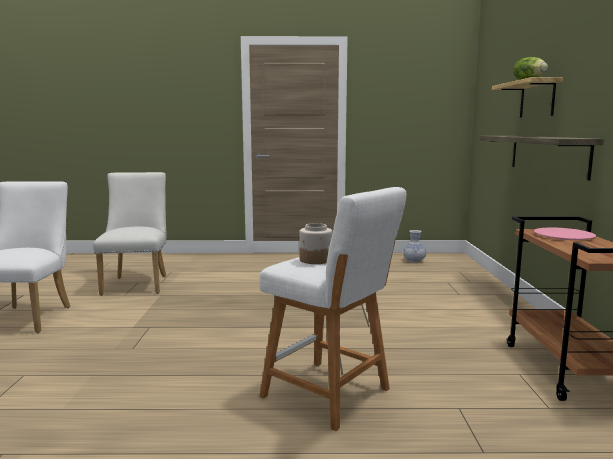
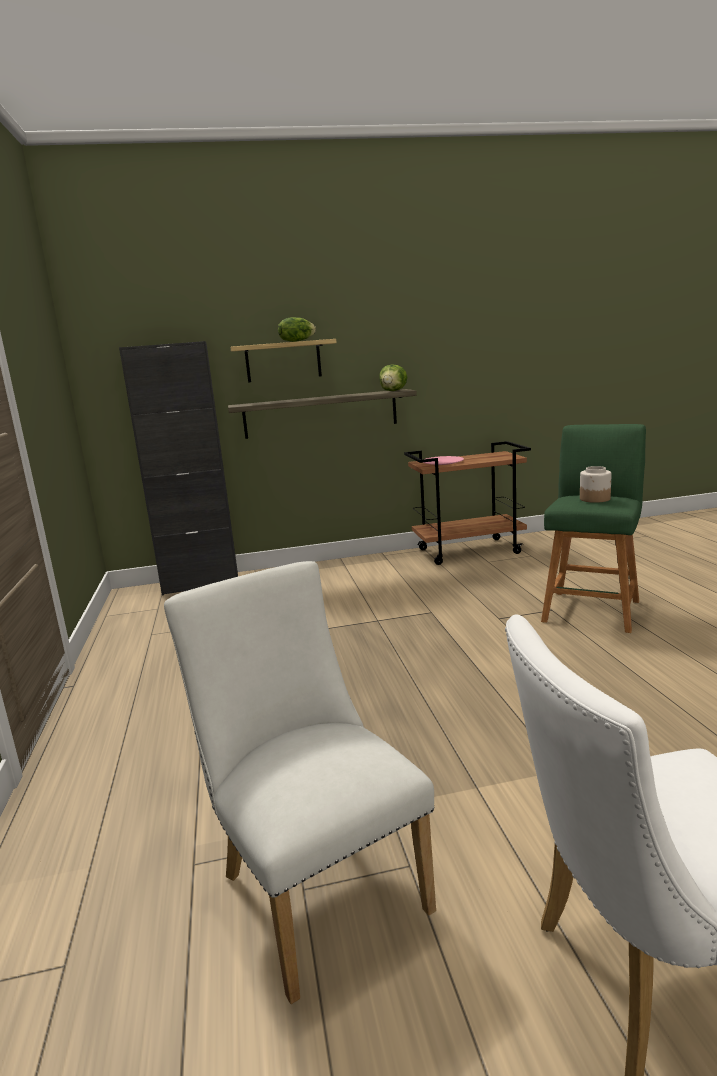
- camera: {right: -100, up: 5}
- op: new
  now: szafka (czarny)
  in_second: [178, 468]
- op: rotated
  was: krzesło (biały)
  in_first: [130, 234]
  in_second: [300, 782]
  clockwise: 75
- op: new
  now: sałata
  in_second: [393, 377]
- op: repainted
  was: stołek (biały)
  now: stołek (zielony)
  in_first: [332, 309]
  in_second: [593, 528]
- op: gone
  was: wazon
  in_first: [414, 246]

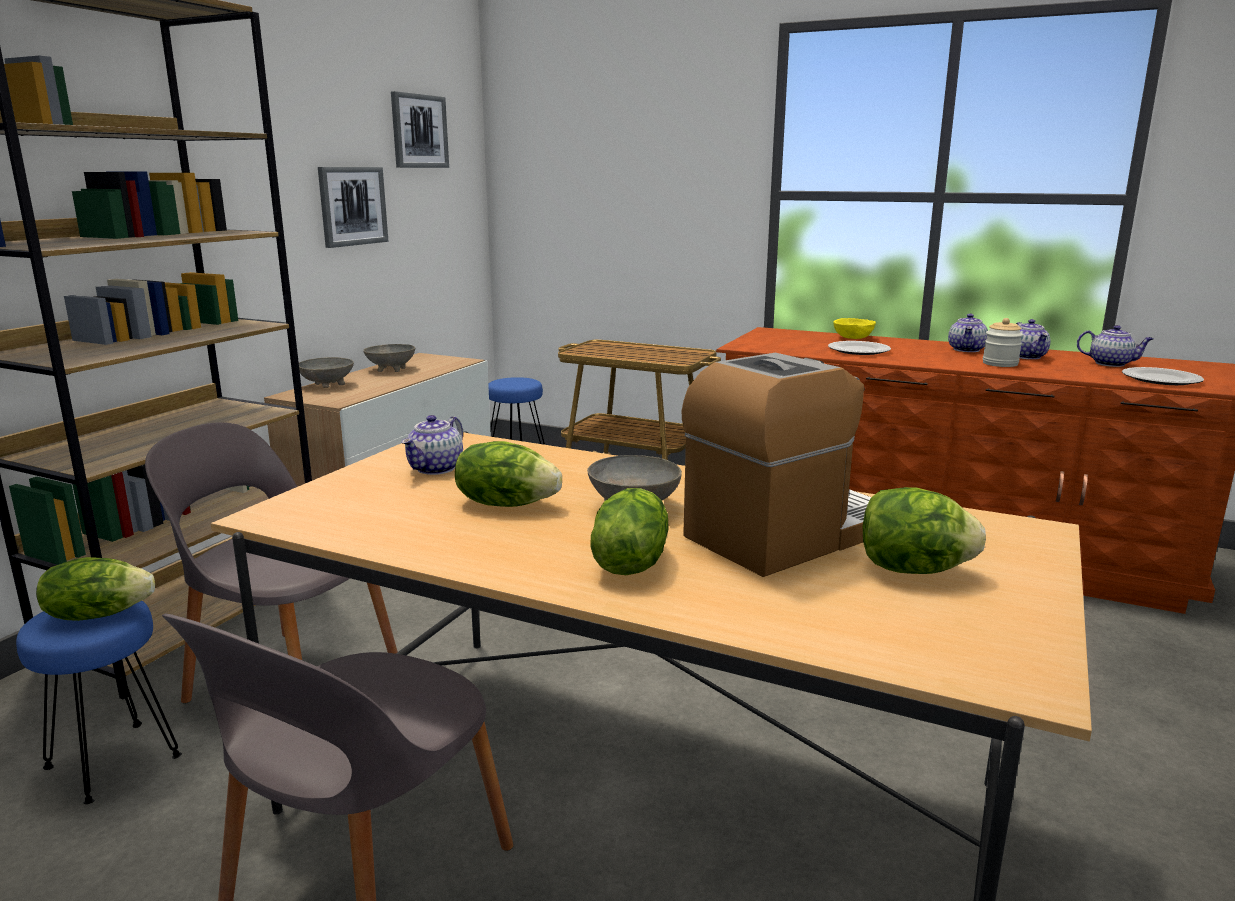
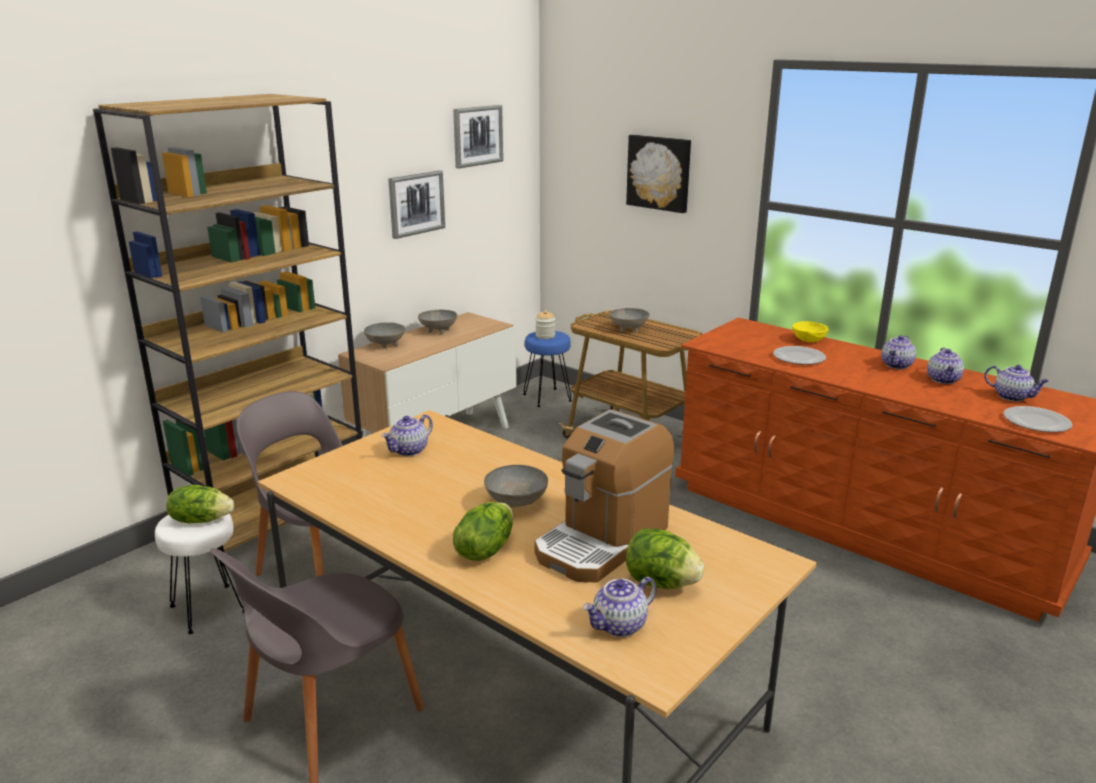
- camera: {right: 15, up: 5}
- op: repainted
  was: stołek (niebieski)
  now: stołek (biały)
  in_first: [99, 702]
  in_second: [199, 574]
- op: shifted
  was: słoik
  in_first: [1003, 342]
  in_second: [545, 324]
- op: rotated
  was: ekspres do kawy
  in_first: [776, 465]
  in_second: [604, 496]
  clockwise: 150
- op: new
  now: imbryk
  in_second: [620, 607]
- op: new
  now: miska (szary)
  in_second: [630, 320]
- op: new
  now: obraz
  in_second: [658, 174]
- op: gone
  was: sałata
  in_first: [508, 474]

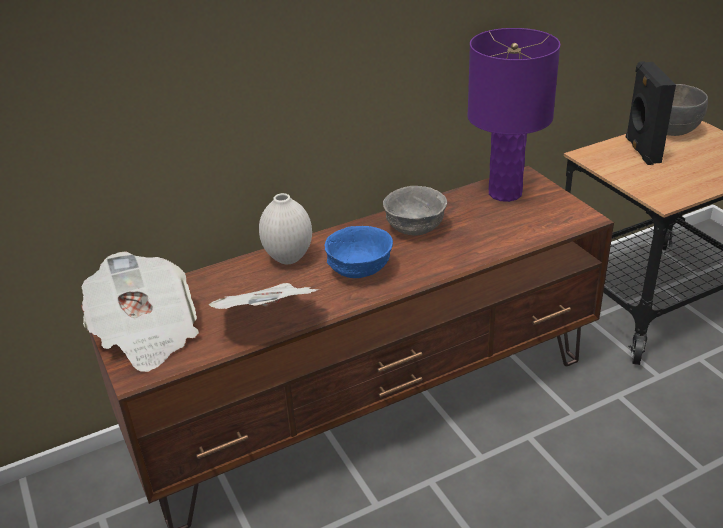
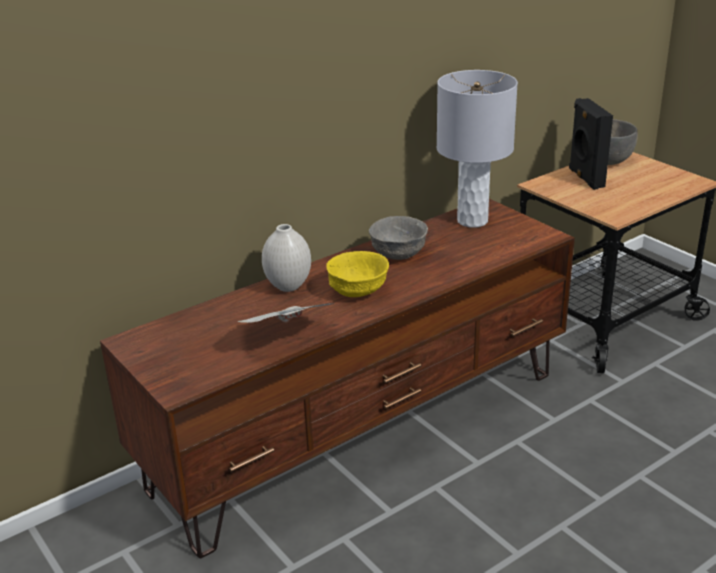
- camera: {right: -10, up: -5}
- op: repainted
  was: miska (niebieski)
  now: miska (żółty)
  in_first: [358, 252]
  in_second: [357, 274]
- op: repainted
  was: lampa stołowa (fioletowy)
  now: lampa stołowa (szary)
  in_first: [513, 115]
  in_second: [477, 149]
- op: gone
  was: gazeta
  in_first: [140, 312]

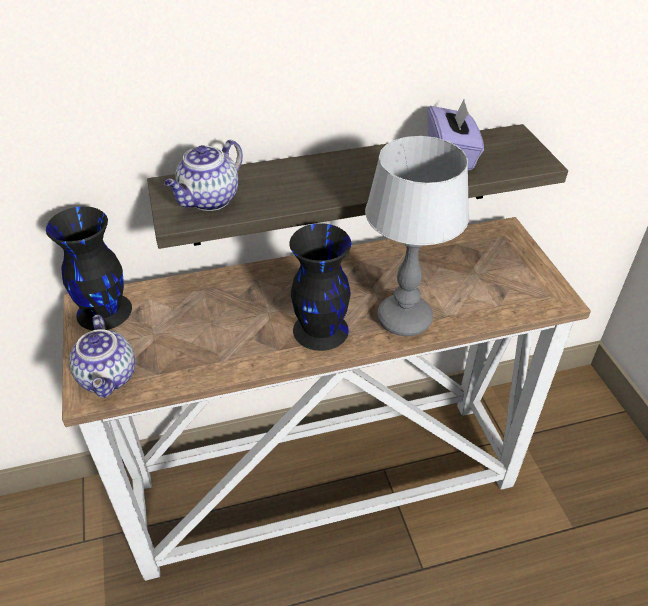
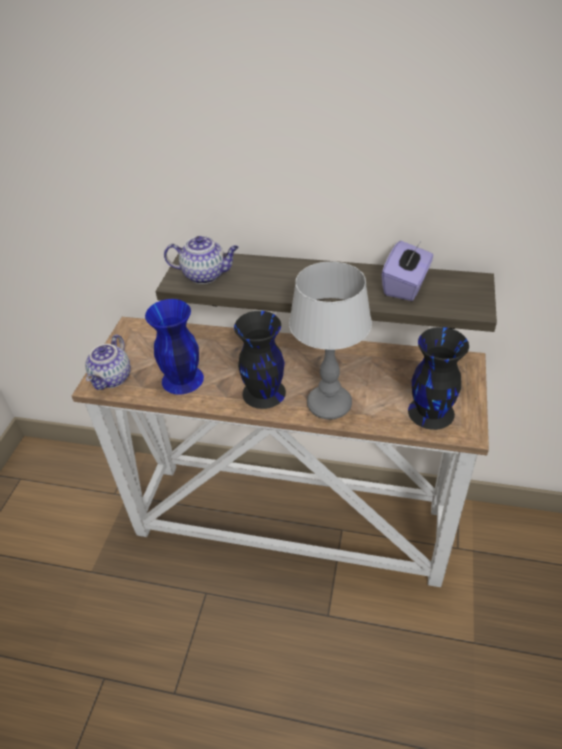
- camera: {right: 30, up: 0}
- op: new
  now: wazon (niebieski)
  in_second: [174, 347]
- op: rotated
  was: imbryk
  in_first: [203, 175]
  in_second: [201, 260]
  clockwise: -150
- op: shifted
  was: wazon (czarny)
  in_first: [89, 268]
  in_second: [438, 378]

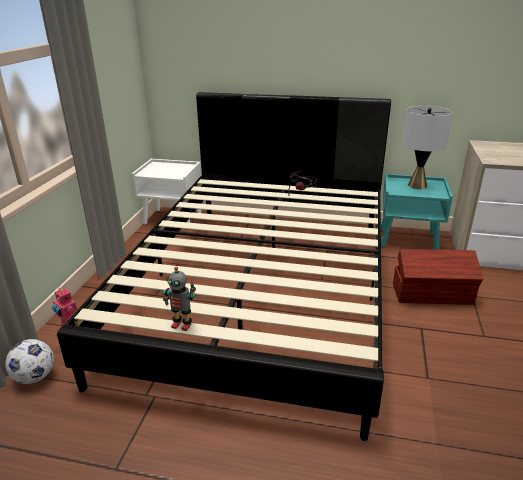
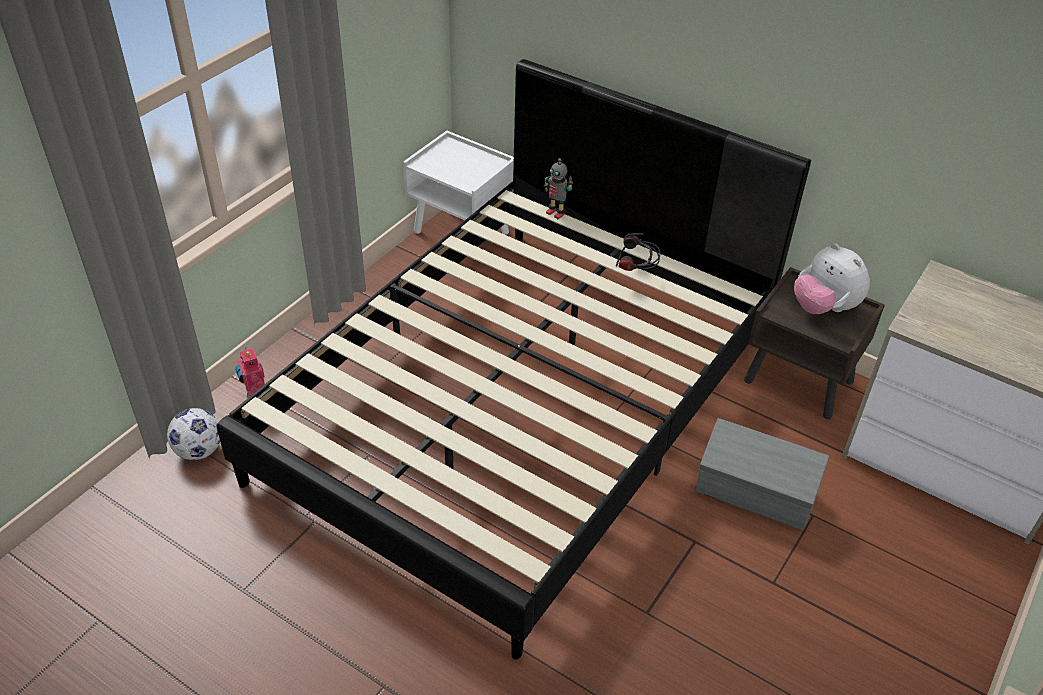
- camera: {right: 20, up: 15}
- op: shifted
  was: robot zabawkowy
  in_first: [179, 298]
  in_second: [558, 188]
- op: repainted
  was: pojemnik do przechowywania (brązowy)
  now: pojemnik do przechowywania (szary)
  in_first: [438, 277]
  in_second: [762, 474]
- op: repainted
  was: szafka nocna (turkusowy)
  now: szafka nocna (brązowy)
  in_first: [417, 212]
  in_second: [814, 343]
- op: swapped
  was: lampa stołowa (szary)
  now: pluszak
  in_first: [427, 147]
  in_second: [832, 278]

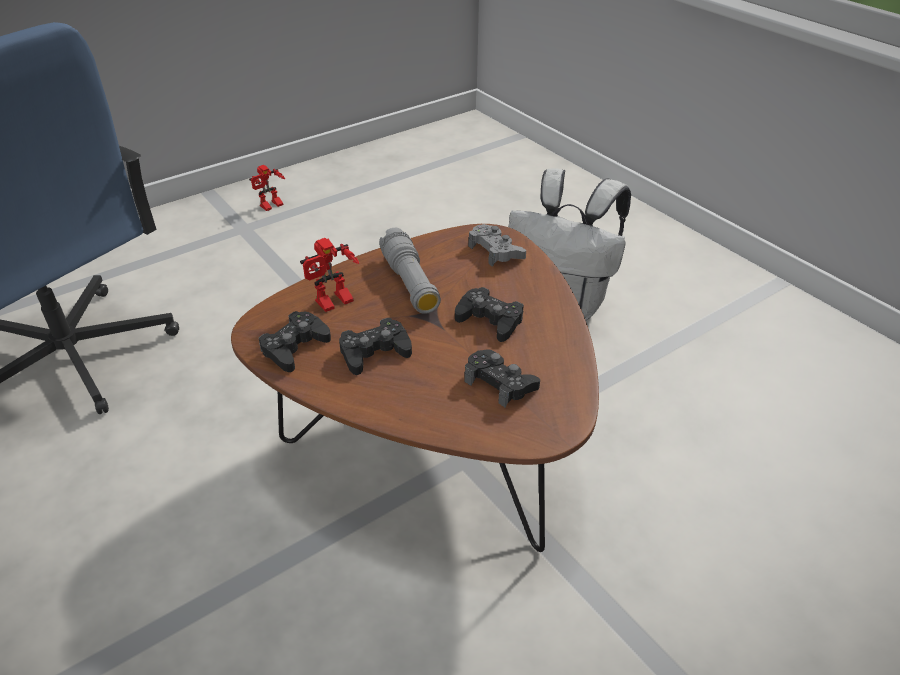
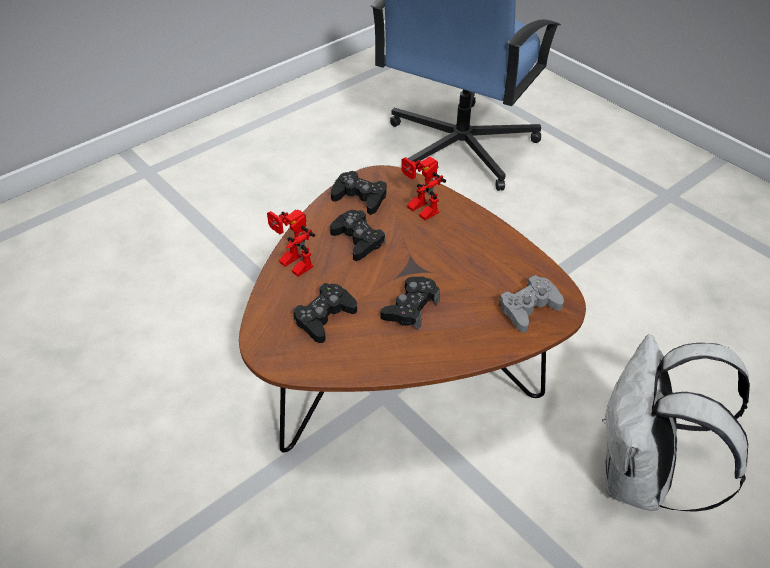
- camera: {right: 85, up: 5}
- op: shifted
  was: robot zabawkowy
  in_first: [267, 188]
  in_second: [291, 243]
- op: gone
  was: latarka (szary)
  in_first: [410, 271]

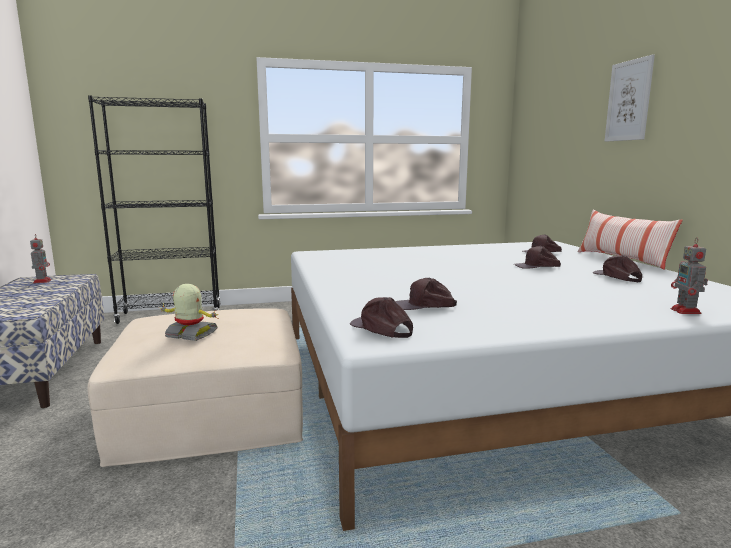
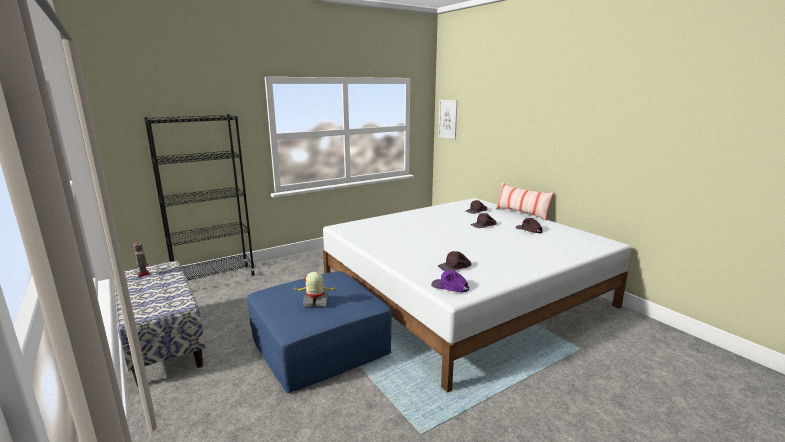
- camera: {right: -20, up: 5}
- op: repainted
  was: pufa (beżowy)
  now: pufa (niebieski)
  in_first: [195, 387]
  in_second: [319, 332]
- op: repainted
  was: czapka z daszkiem (brązowy)
  now: czapka z daszkiem (fioletowy)
  in_first: [381, 317]
  in_second: [450, 281]
- op: shifted
  was: obraz
  in_first: [630, 98]
  in_second: [447, 120]
- op: gone
  was: robot zabawkowy
  in_first: [689, 276]

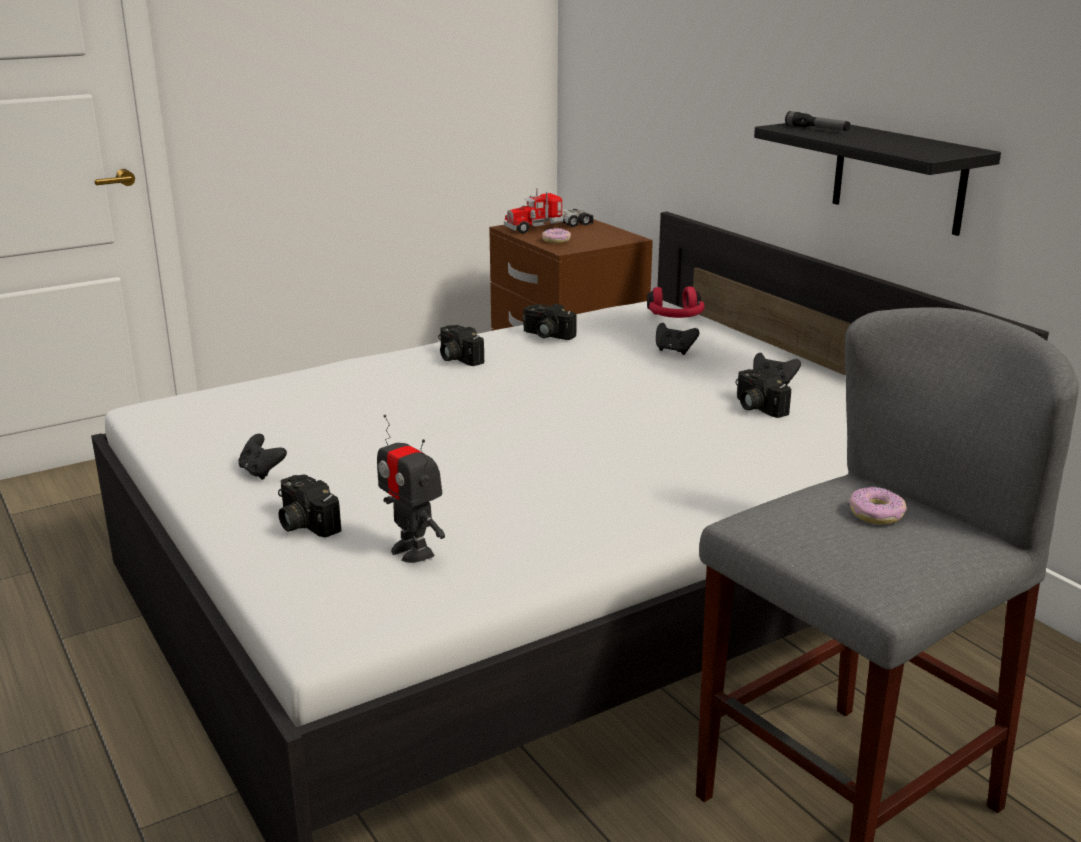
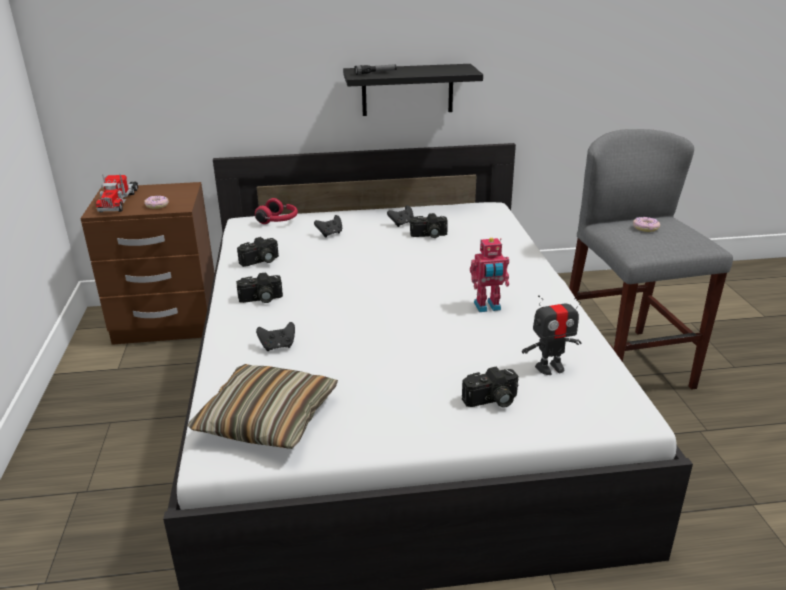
- camera: {right: -65, up: 5}
- op: new
  now: poduszka
  in_second: [263, 406]
- op: shifted
  was: pad do gier (czarny)
  in_first: [262, 457]
  in_second: [275, 336]
- op: new
  now: robot zabawkowy
  in_second: [489, 275]

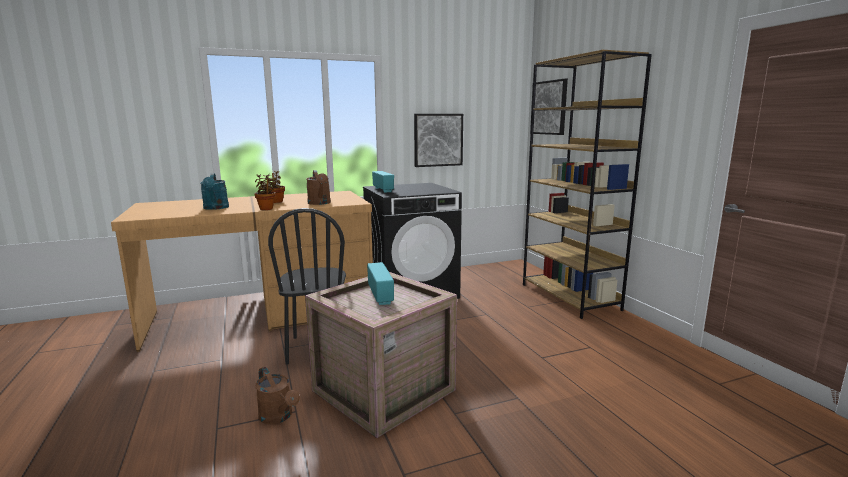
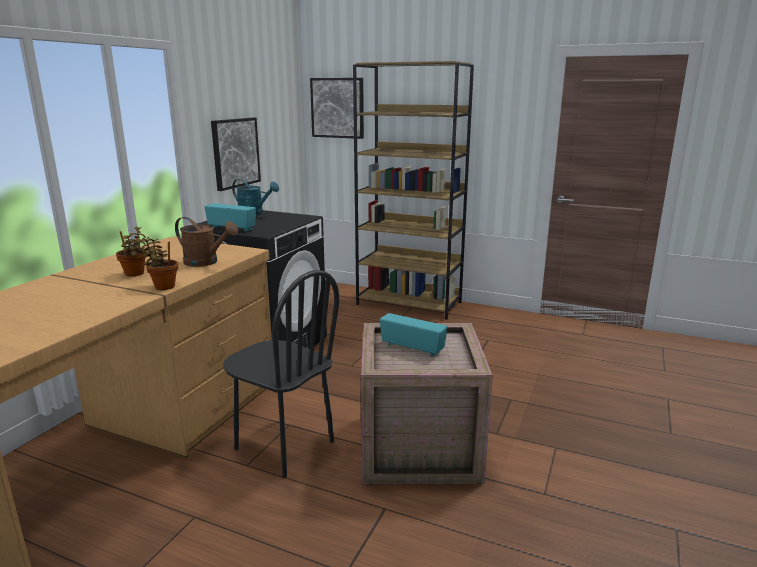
- camera: {right: -45, up: 5}
- op: shifted
  was: konewka (turkusowy)
  in_first: [214, 191]
  in_second: [255, 197]
- op: gone
  was: konewka (brązowy)
  in_first: [277, 395]

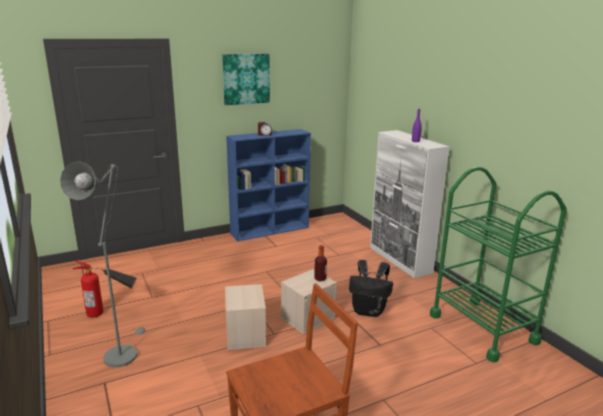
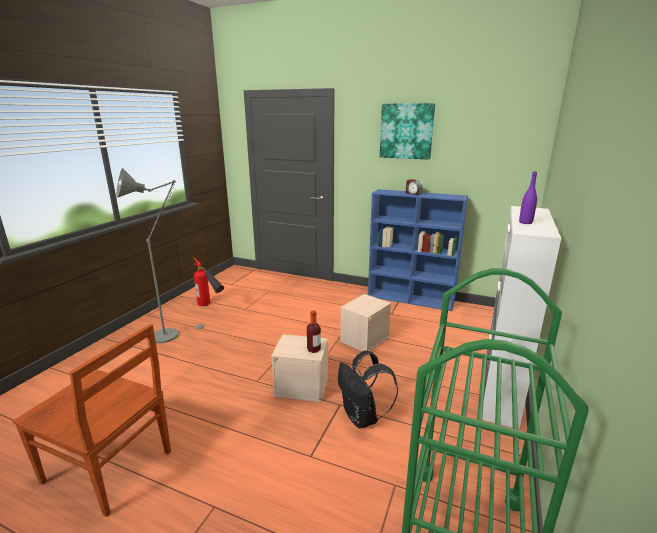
- camera: {right: 50, up: 0}
- op: shifted
  was: pojemnik do przechowywania (beżowy)
  in_first: [245, 317]
  in_second: [365, 322]

